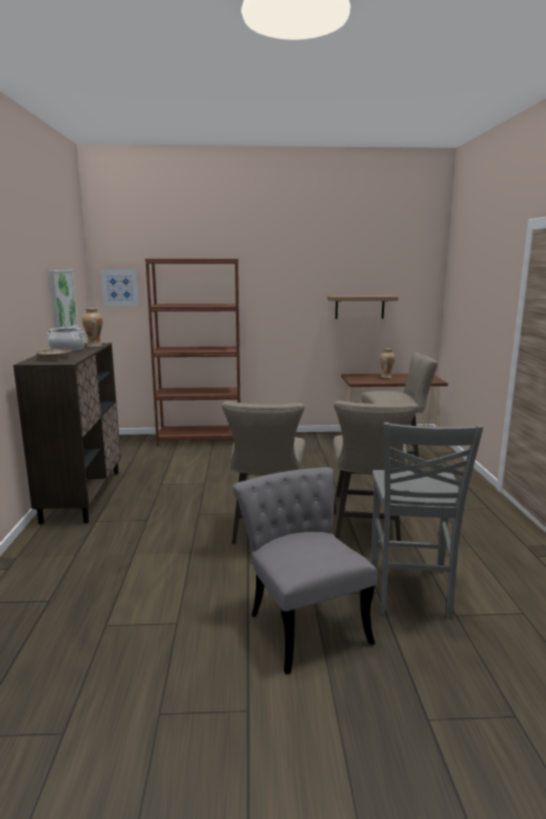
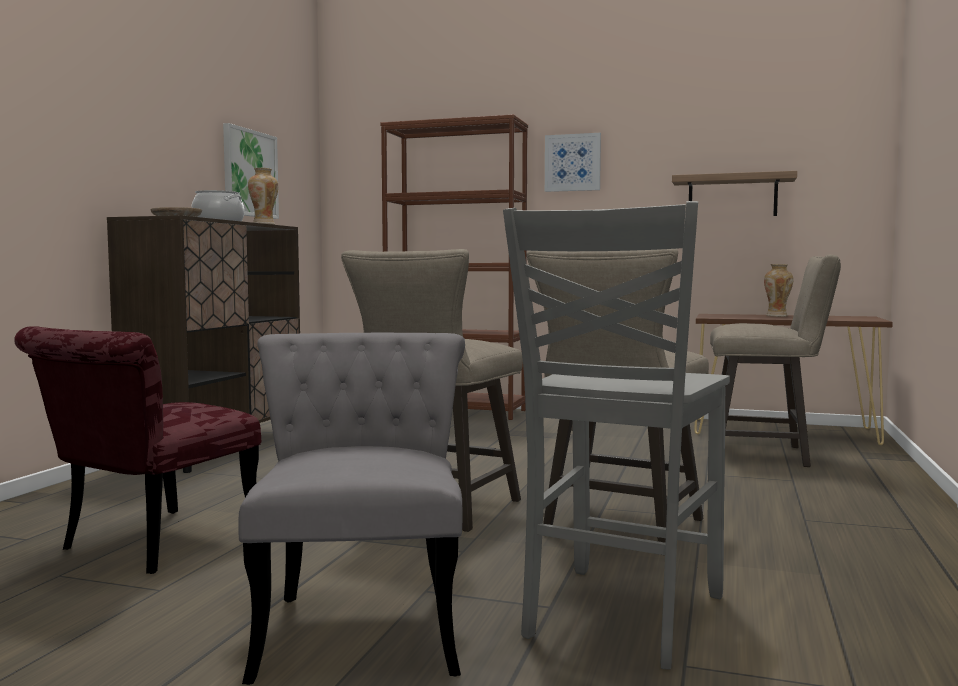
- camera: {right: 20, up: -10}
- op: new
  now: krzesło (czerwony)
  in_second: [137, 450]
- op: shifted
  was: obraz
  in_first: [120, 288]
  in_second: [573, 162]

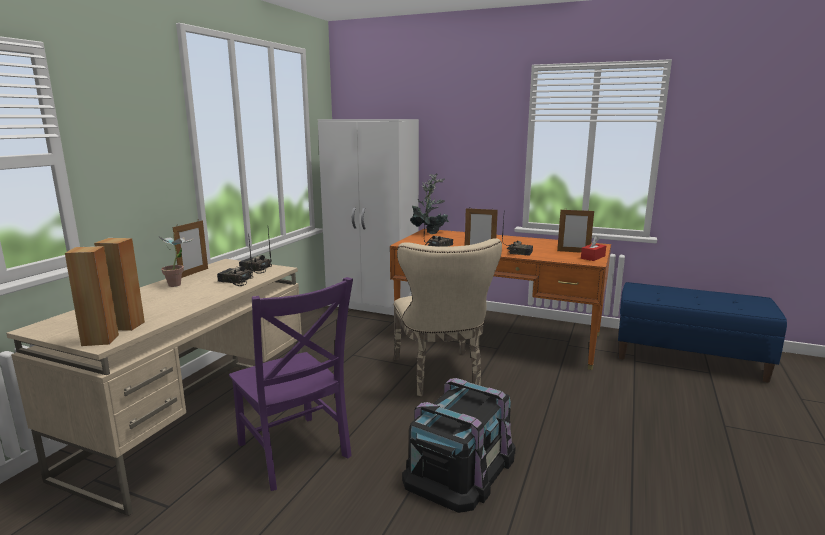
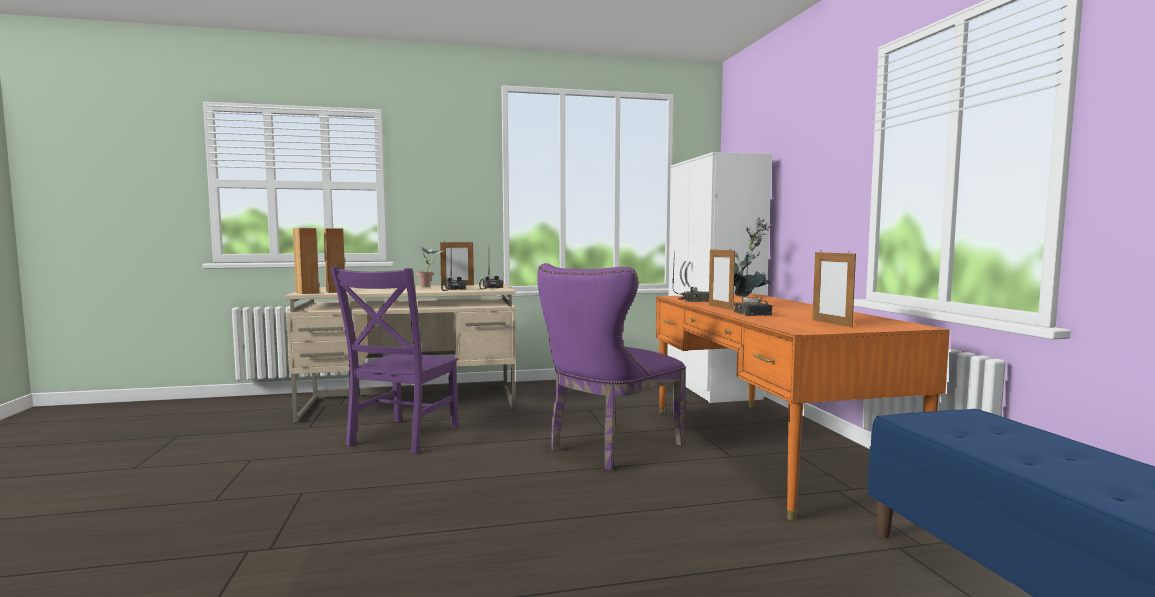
- camera: {right: 55, up: -10}
- op: repainted
  was: krzesło (beżowy)
  now: krzesło (fioletowy)
  in_first: [447, 317]
  in_second: [611, 366]
- op: gone
  was: pojemnik do przechowywania (czarny)
  in_first: [458, 445]
- op: gone
  was: pudełko chusteczek (czerwony)
  in_first: [593, 248]

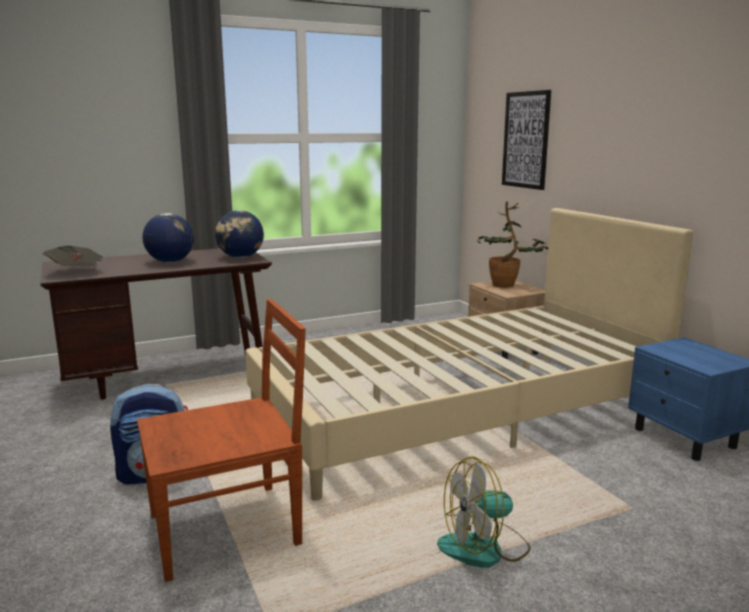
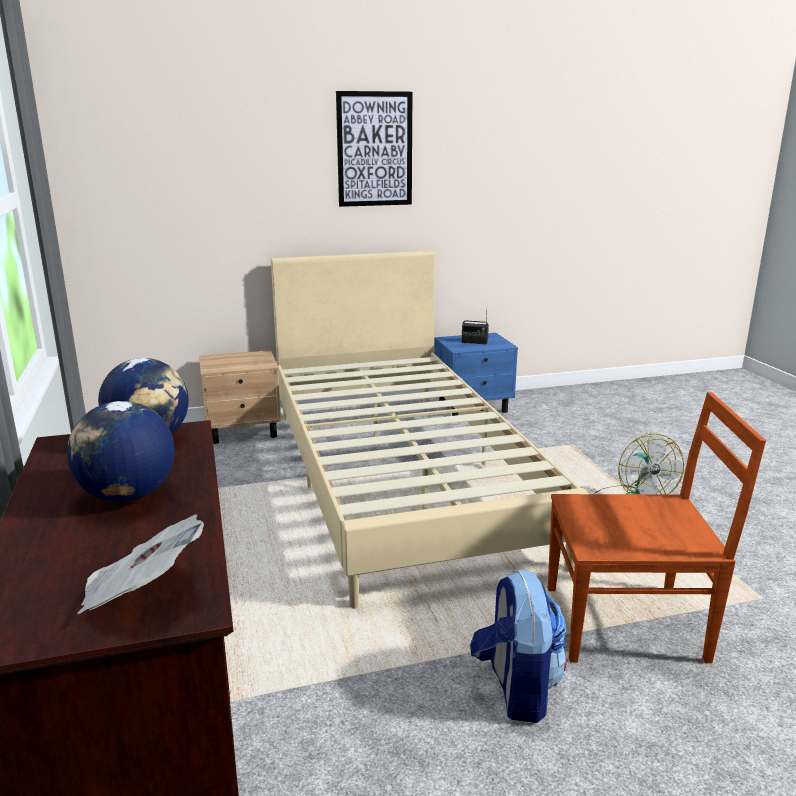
- camera: {right: -80, up: 5}
- op: shifted
  was: obraz
  in_first: [526, 140]
  in_second: [374, 149]
- op: new
  now: radio
  in_second: [475, 329]
- op: rotated
  was: krzesło (brązowy)
  in_first: [221, 440]
  in_second: [657, 527]
  clockwise: 105
- op: gone
  was: roślina doniczkowa
  in_first: [512, 244]

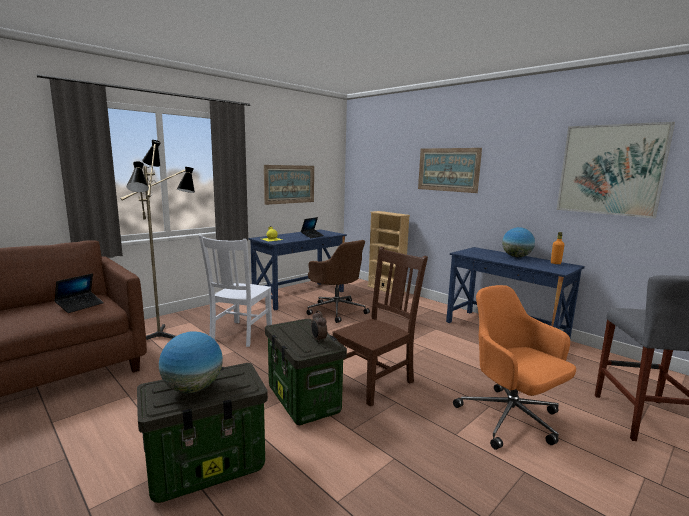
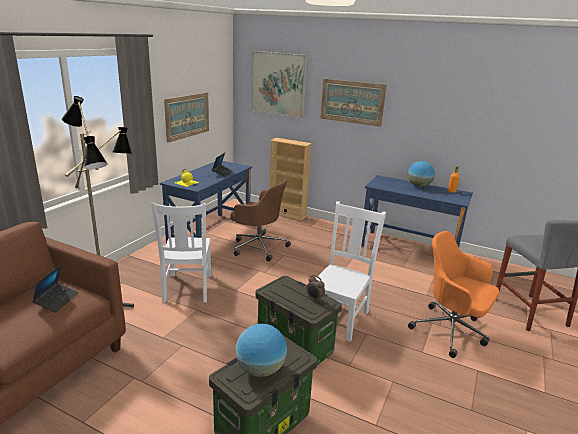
- camera: {right: -20, up: 10}
- op: shifted
  was: obraz
  in_first: [616, 170]
  in_second: [279, 84]
- op: repainted
  was: krzesło (brązowy)
  now: krzesło (biały)
  in_first: [380, 327]
  in_second: [351, 271]

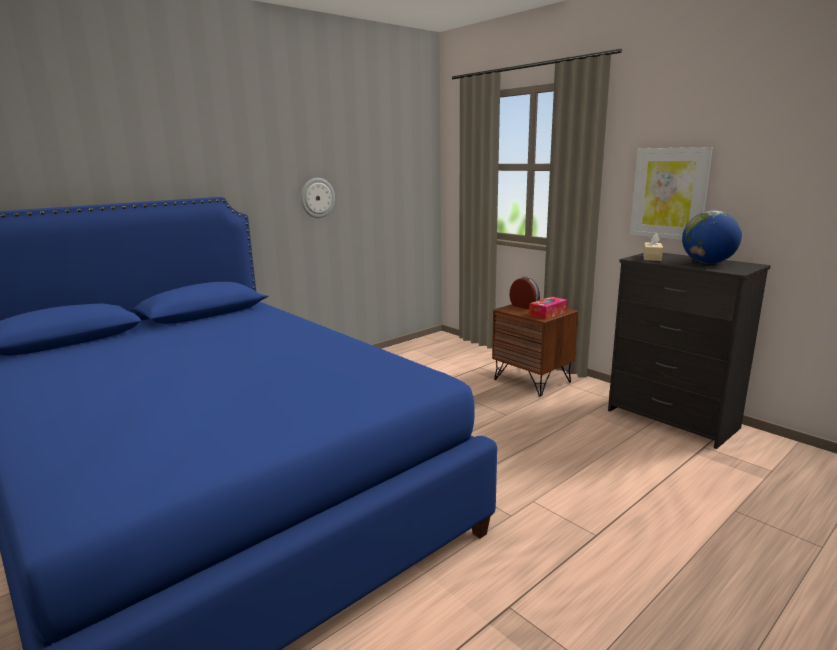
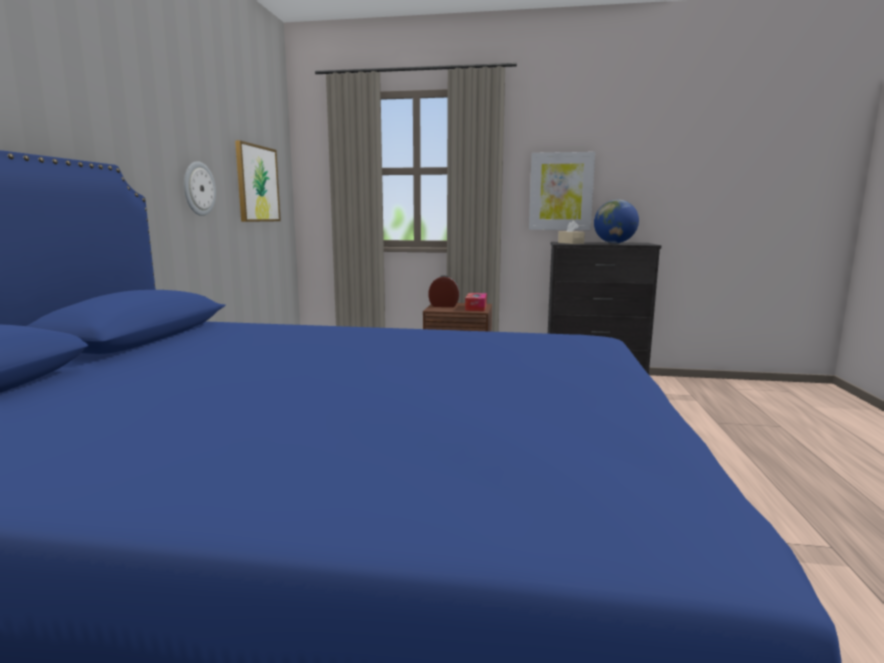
- camera: {right: -40, up: -5}
- op: new
  now: obraz
  in_second: [258, 181]

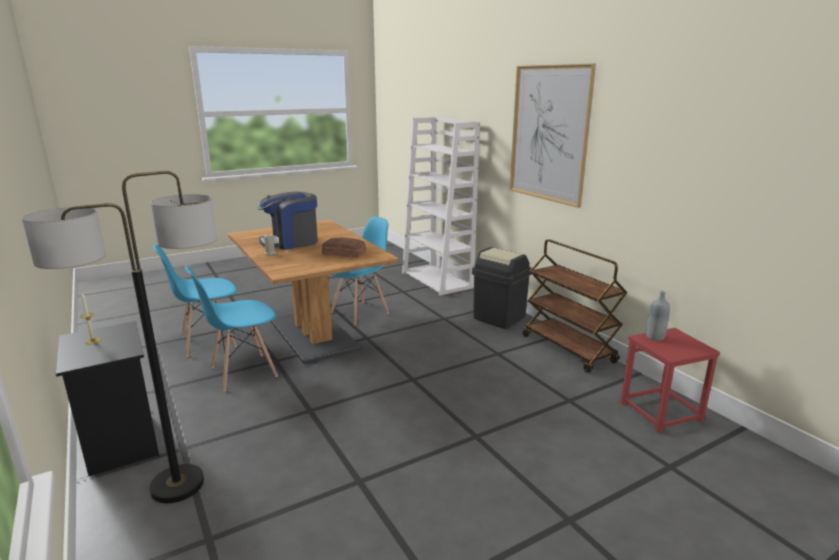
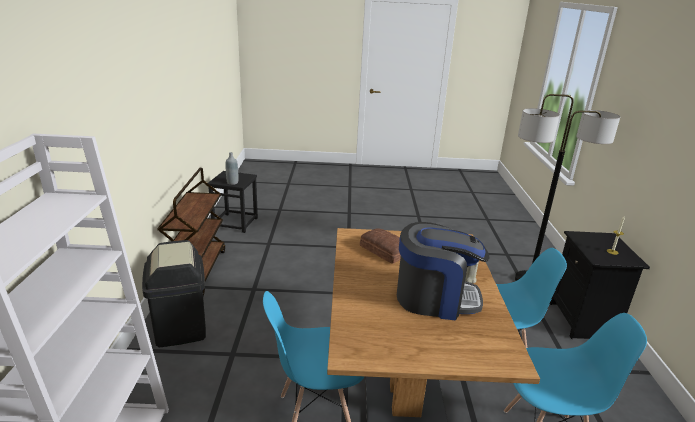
- camera: {right: -150, up: 5}
- op: repainted
  was: stołek (czerwony)
  now: stołek (czarny)
  in_first: [670, 380]
  in_second: [233, 202]
- op: gone
  was: obraz
  in_first: [553, 135]

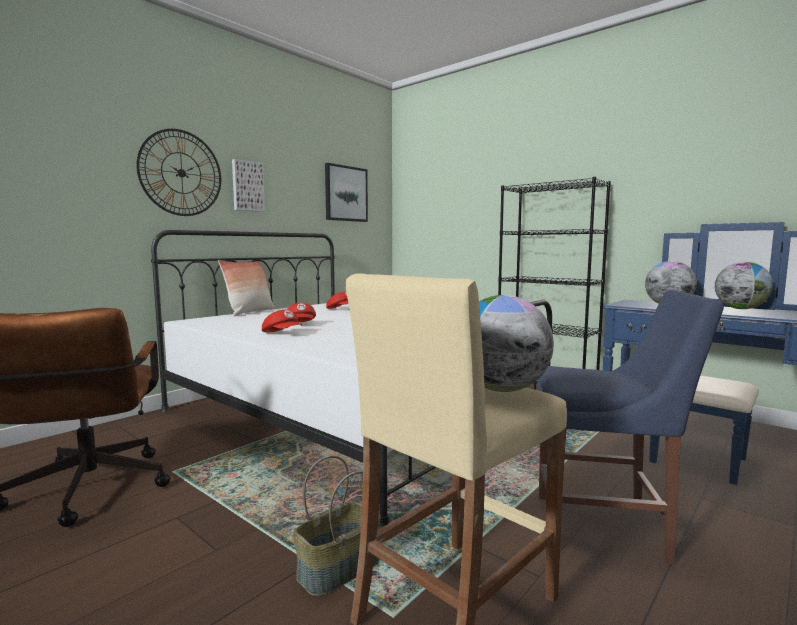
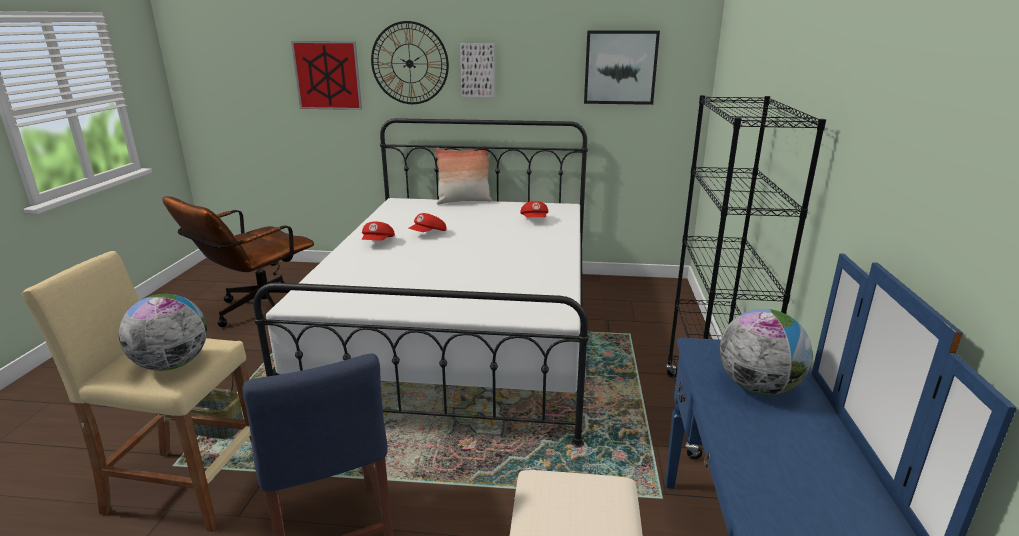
- camera: {right: 55, up: 15}
- op: new
  now: obraz
  in_second: [326, 75]
- op: gone
  was: globus
  in_first: [744, 285]

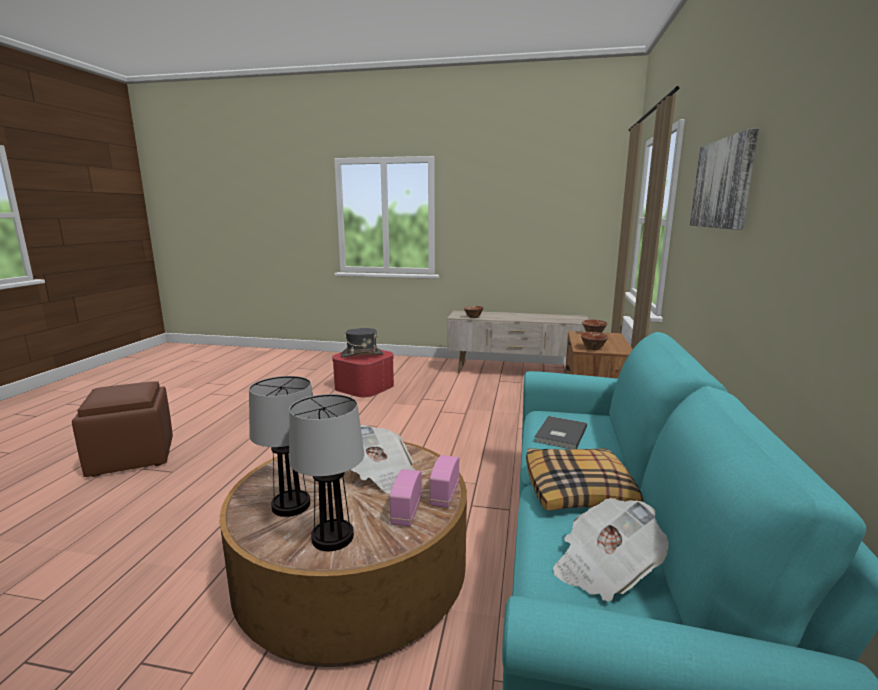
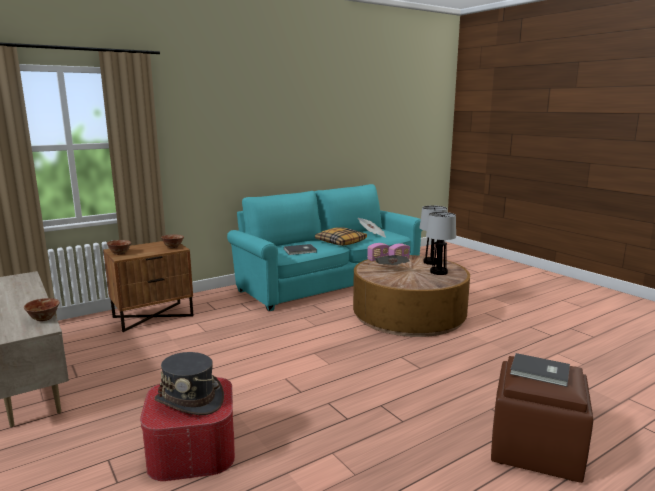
- camera: {right: -135, up: 0}
- op: new
  now: książka (szary)
  in_second: [540, 370]
- op: gone
  was: obraz
  in_first: [724, 179]

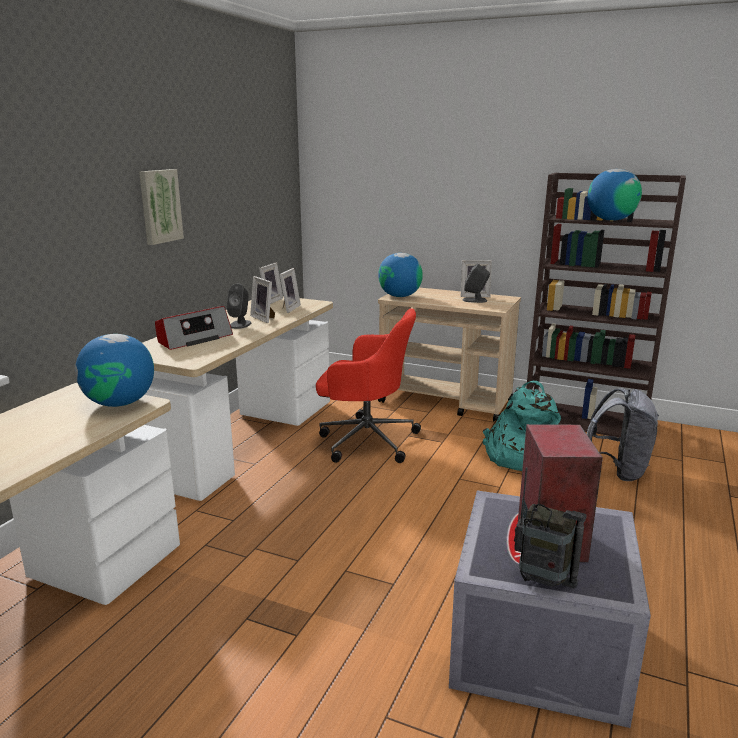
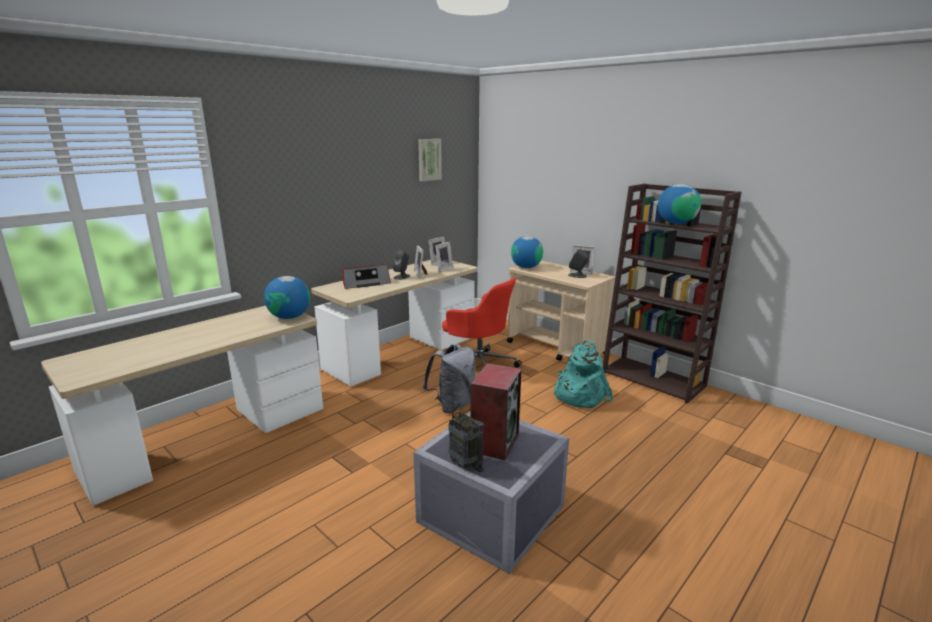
- camera: {right: 20, up: 0}
- op: shifted
  was: obraz
  in_first: [161, 207]
  in_second: [430, 160]
- op: shifted
  was: plecak (szary)
  in_first: [623, 434]
  in_second: [449, 378]

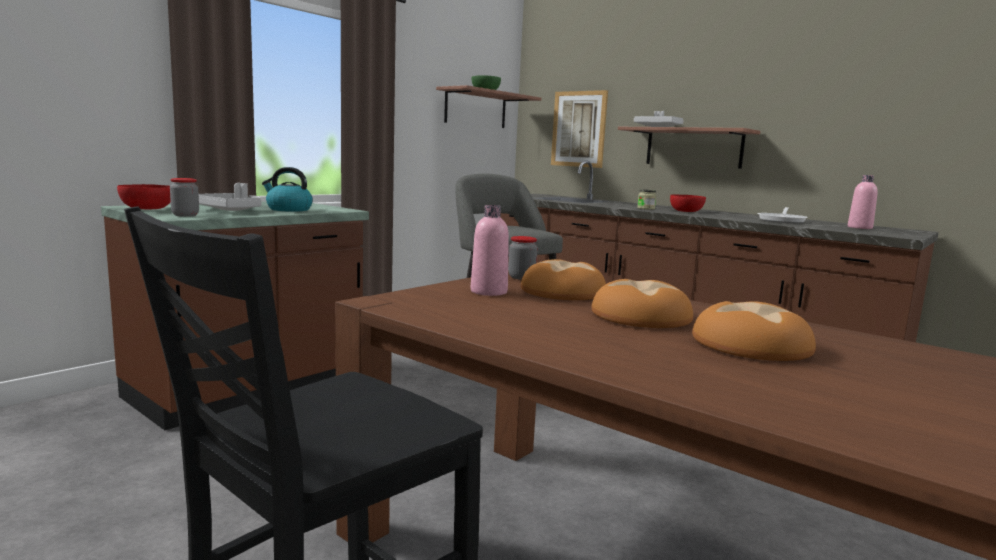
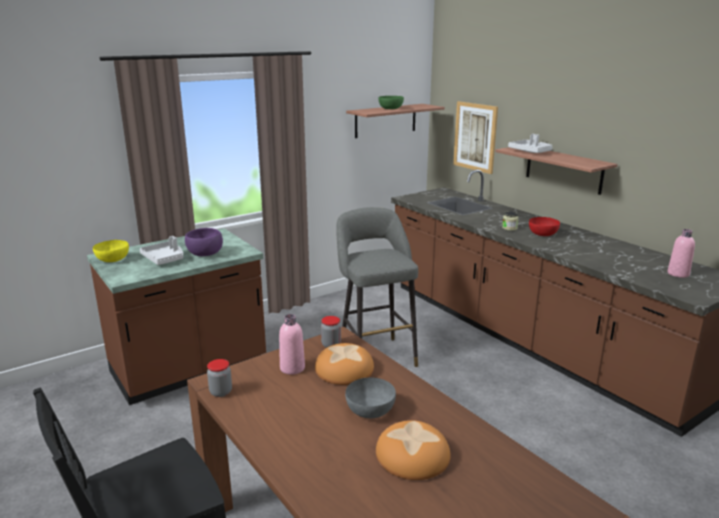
- camera: {right: 15, up: 10}
- op: repainted
  was: miska (czerwony)
  now: miska (żółty)
  in_first: [144, 196]
  in_second: [111, 251]
- op: swapped
  was: czajnik
  now: miska (fioletowy)
  in_first: [287, 189]
  in_second: [204, 242]
- op: shifted
  was: słoik
  in_first: [184, 197]
  in_second: [219, 378]
- op: swapped
  was: chleb
  now: miska (szary)
  in_first: [642, 303]
  in_second: [370, 397]
- op: gone
  was: patelnia
  in_first: [783, 215]

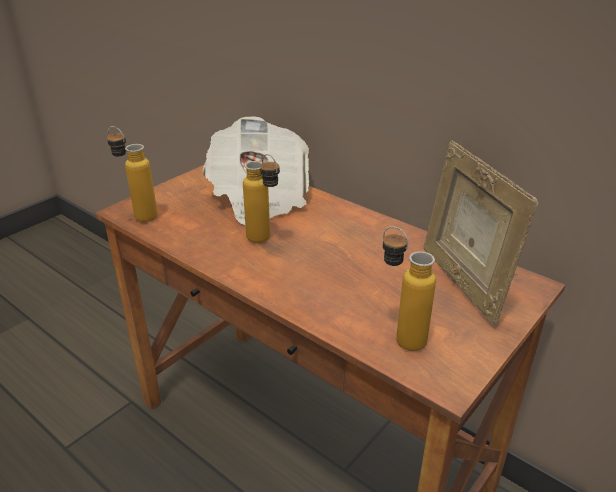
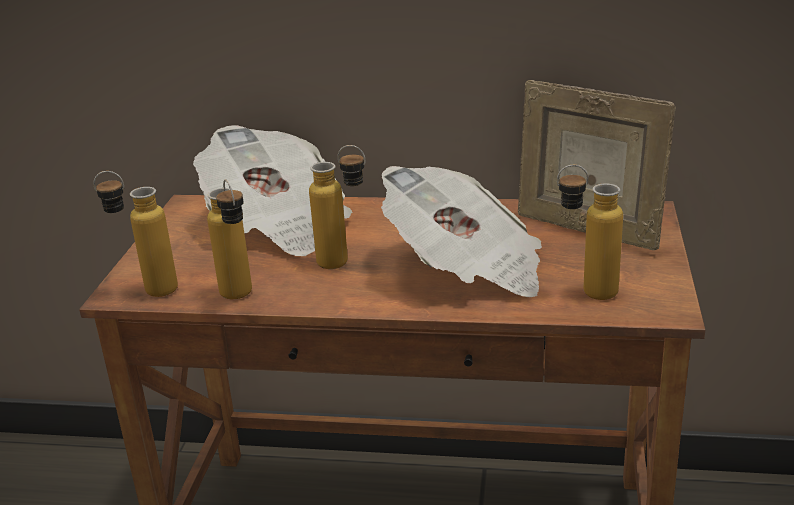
- camera: {right: -30, up: -5}
- op: new
  now: butelka
  in_second: [229, 239]
- op: new
  now: gazeta
  in_second: [461, 231]

